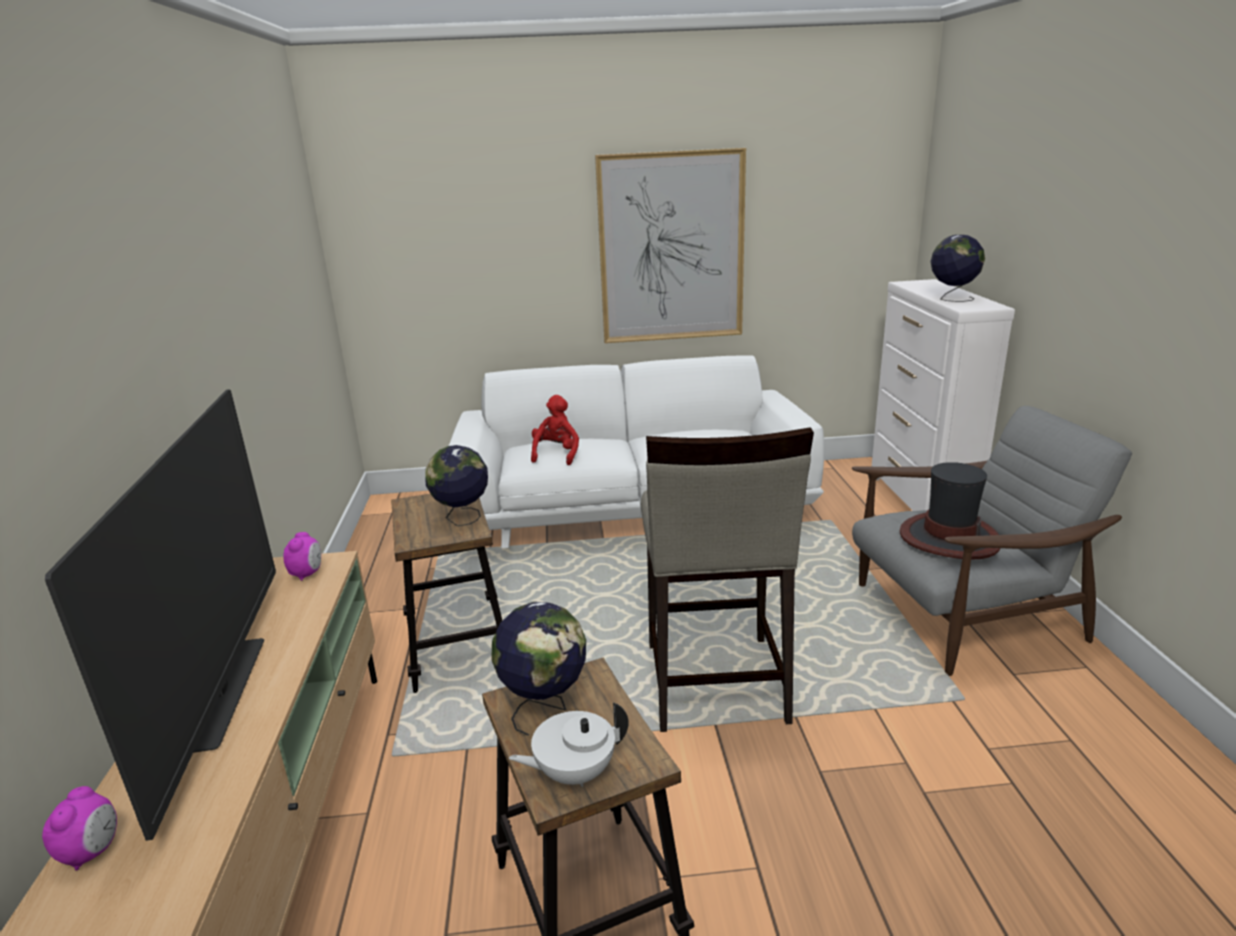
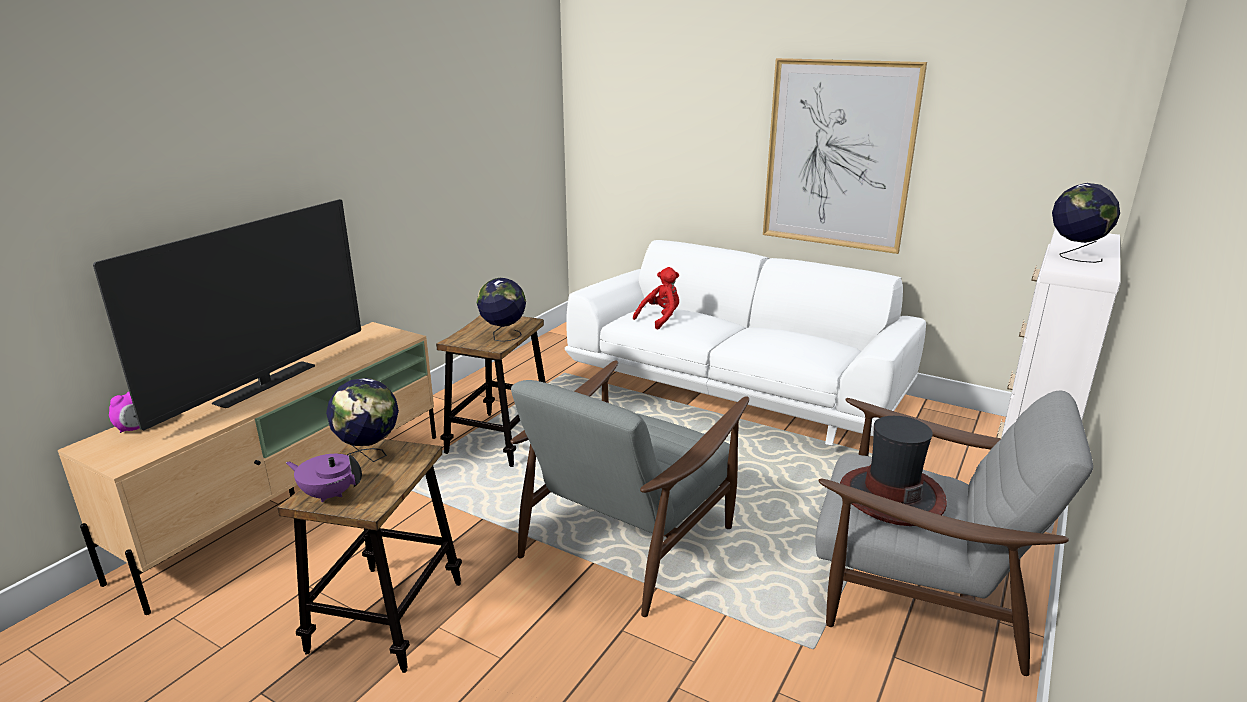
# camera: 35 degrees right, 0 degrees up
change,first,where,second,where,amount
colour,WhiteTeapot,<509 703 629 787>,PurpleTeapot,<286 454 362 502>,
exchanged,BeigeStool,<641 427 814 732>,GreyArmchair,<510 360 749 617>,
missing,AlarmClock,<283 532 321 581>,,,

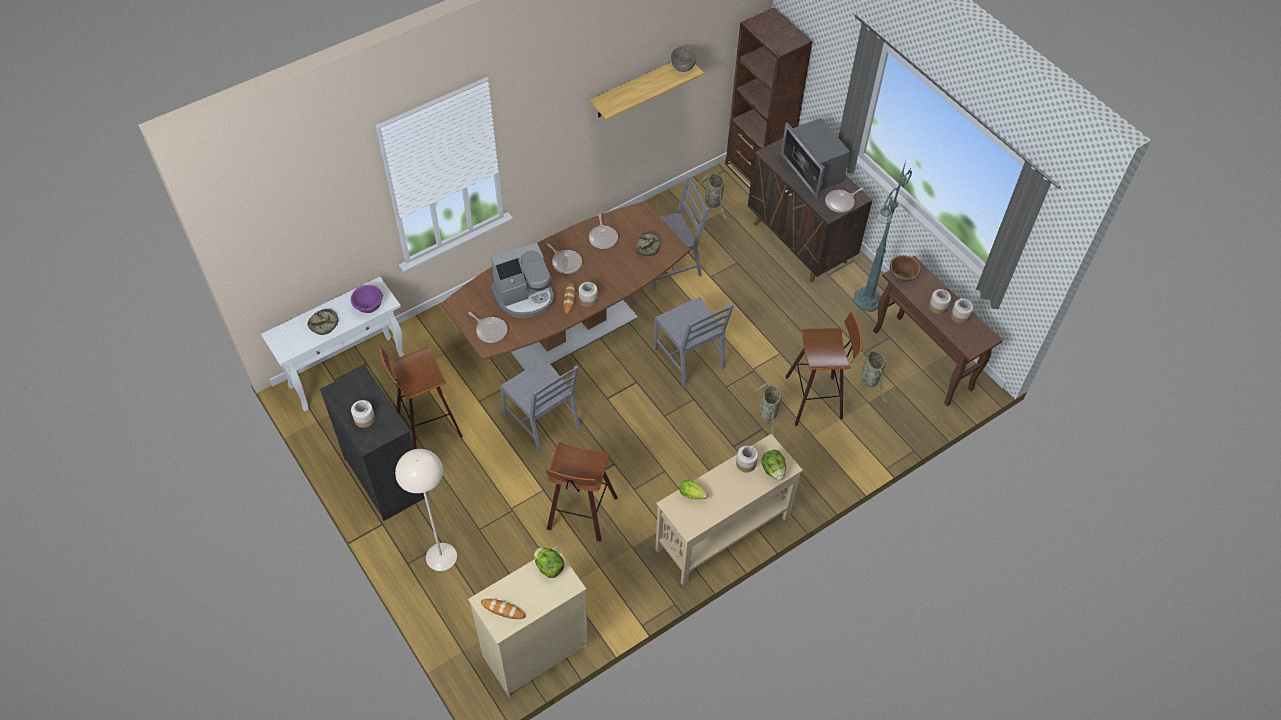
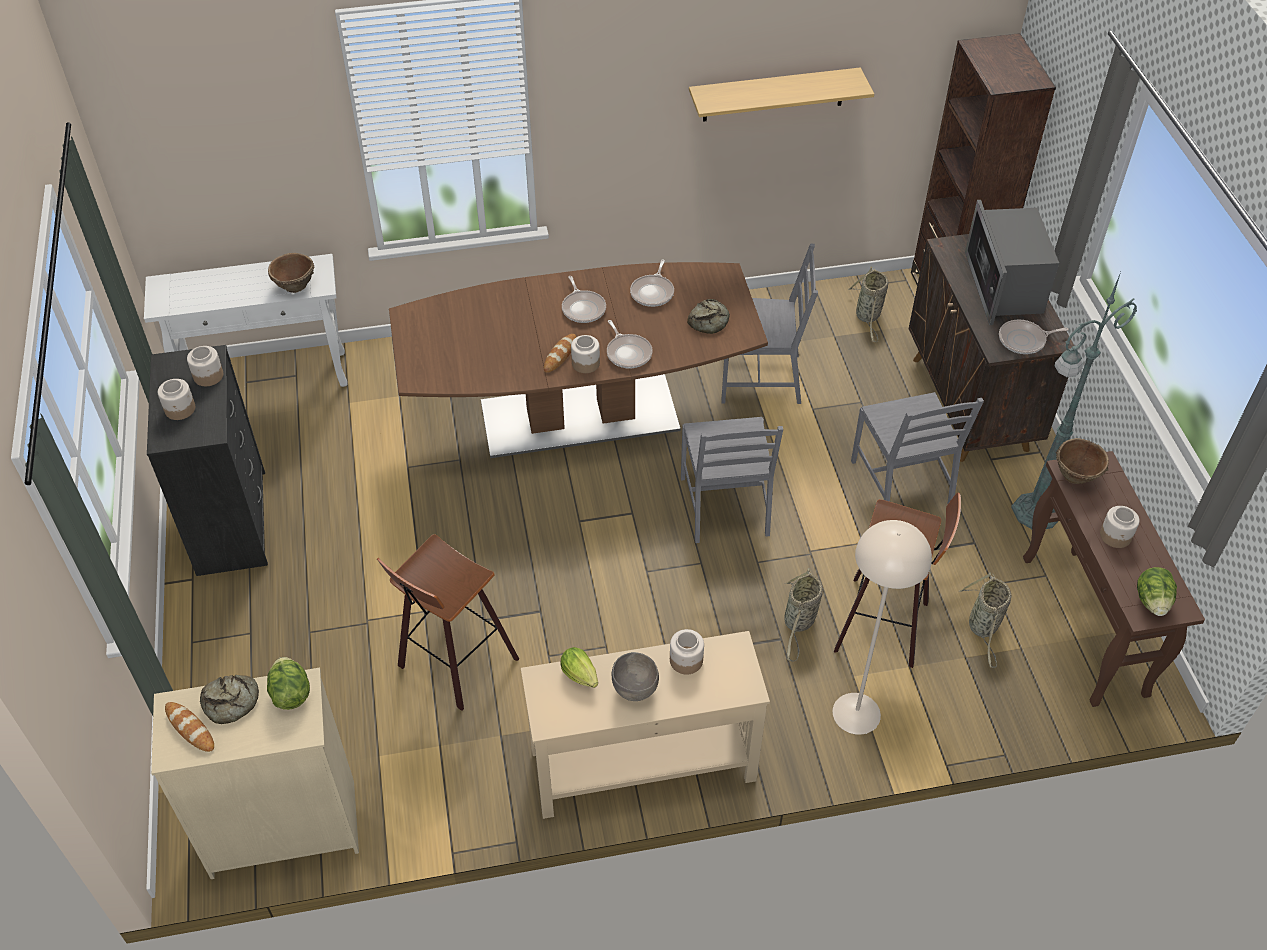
# camera: 25 degrees right, 5 degrees down
change,first,where,second,where,amount
relocated,Jar,<951 299 973 324>,,<187 346 223 386>,
relocated,Bread,<308 309 338 335>,,<200 675 259 724>,
colour,PurpleBowl,<350 285 383 313>,BrownBowl,<268 253 314 293>,
relocated,FryingPan,<468 312 507 343>,,<607 320 652 368>,
relocated,GreyBowl,<671 47 696 72>,,<612 652 659 701>,
relocated,BeigeFloorLamp,<395 449 457 571>,,<833 520 932 735>,
relocated,GreyChair,<500 358 580 454>,,<851 392 984 505>,
relocated,Lettuce,<761 450 786 480>,,<1137 567 1177 616>,
missing,Stool,<380 346 463 449>,,,
missing,CoffeeMachine,<491 243 554 318>,,,

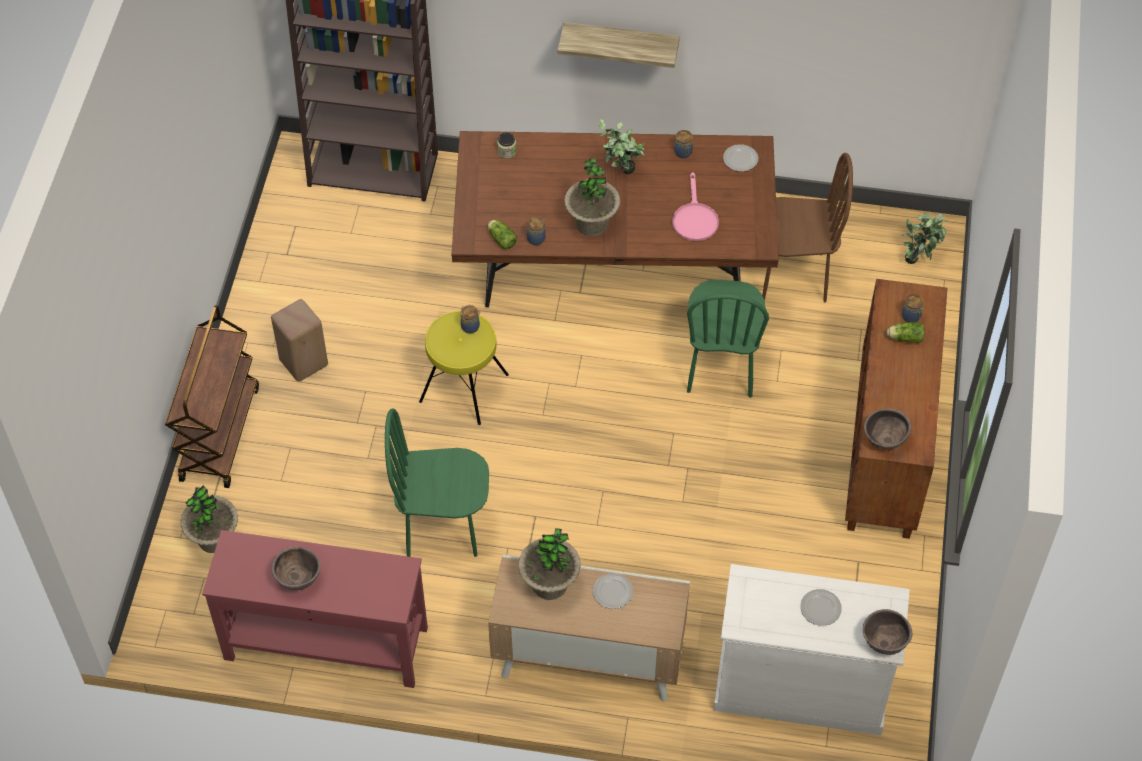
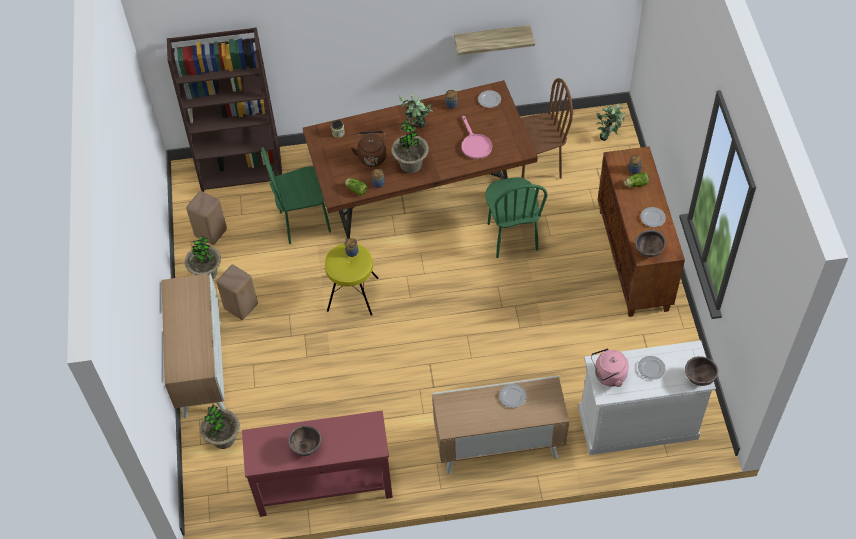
# camera: 15 degrees left, 0 degrees up
change,first,where,second,where,amount
exchanged,BrownCart,<165 306 259 488>,Cabinet,<161 274 226 418>,
relocated,PottedPlant,<518 528 581 600>,,<185 236 221 279>,
appeared,,,BeigeStool,<186 191 227 245>,
relocated,GreenChair,<385 409 489 557>,,<261 147 331 244>,
appeared,,,BrownKettle,<351 131 387 167>,
relocated,Shelf,<558 22 680 68>,,<454 25 535 55>,
appeared,,,PinkKettle,<591 348 629 387>,
appeared,,,Plate,<640 207 666 227>,

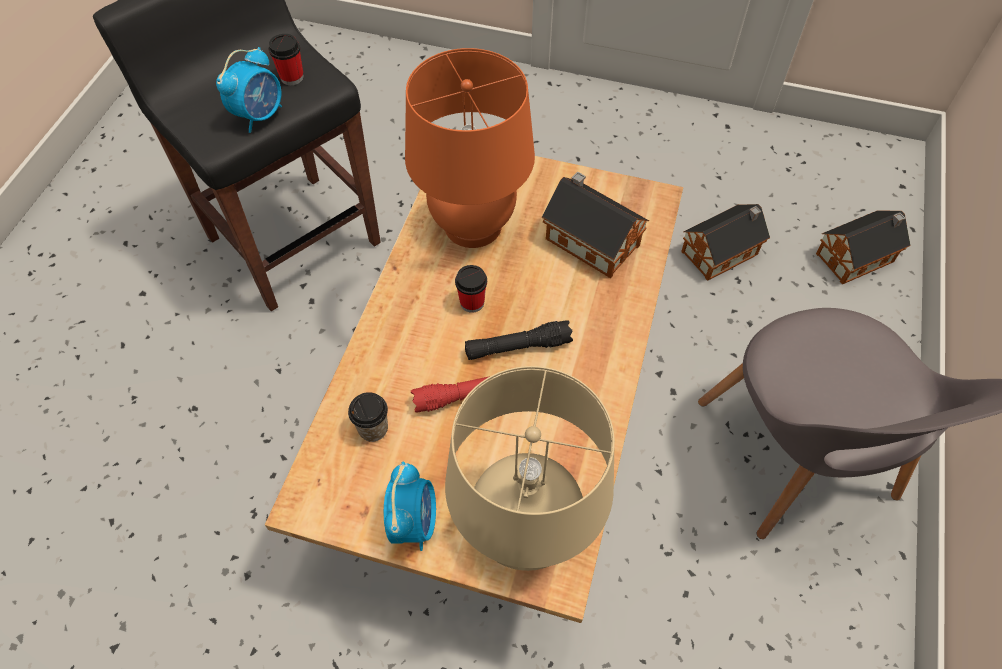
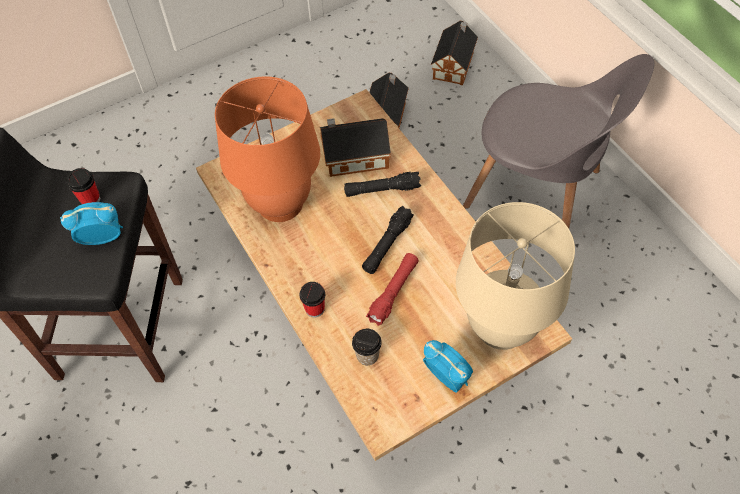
# camera: 45 degrees left, 0 degrees up
change,first,where,second,where,amount
spun,AlarmClock,<216 47 282 133>,,<60 202 123 245>,90 degrees counterclockwise
relocated,Cup,<455 265 487 313>,,<299 282 325 318>,
appeared,,,BlackFlashlight,<344 172 421 197>,

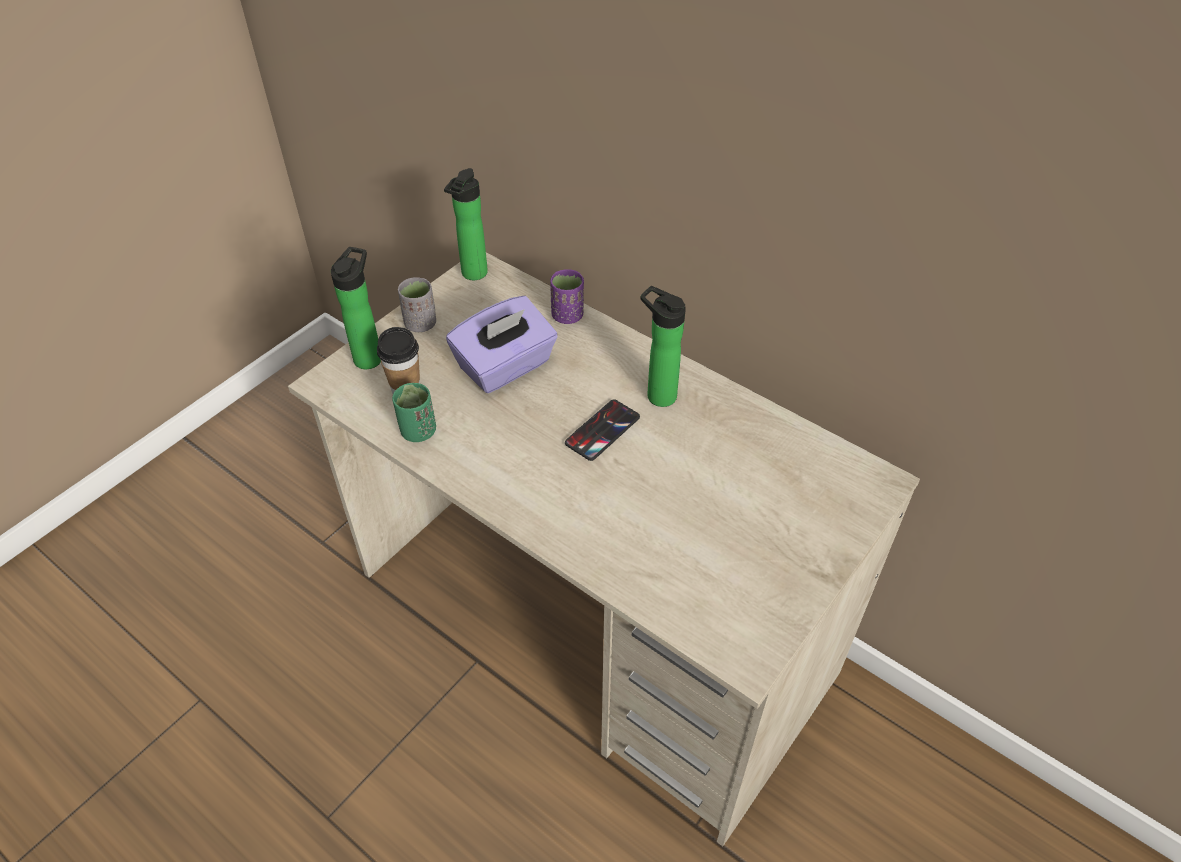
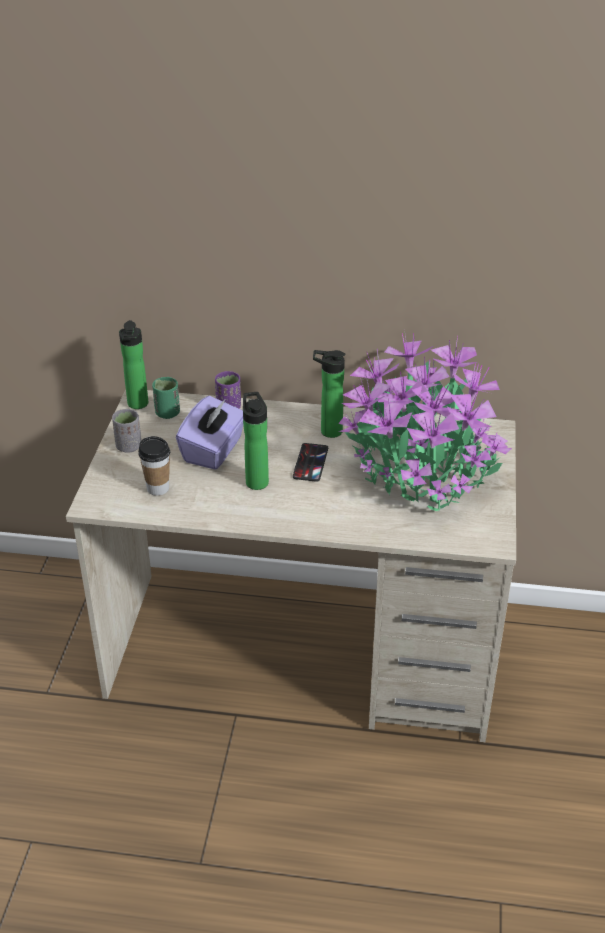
# camera: 30 degrees left, 10 degrees down
change,first,where,second,where,amount
relocated,GreenCup,<392 383 436 442>,,<152 377 180 419>,
relocated,Bottle,<331 247 381 369>,,<243 392 269 490>,
appeared,,,PottedPlant,<338 328 512 511>,

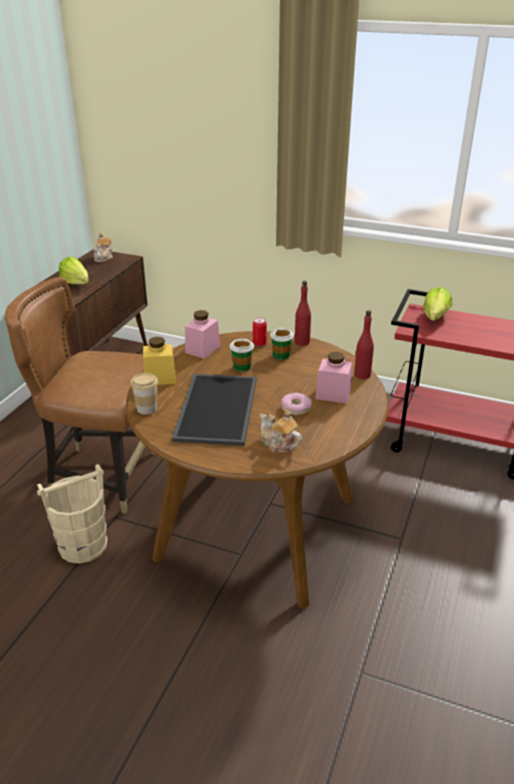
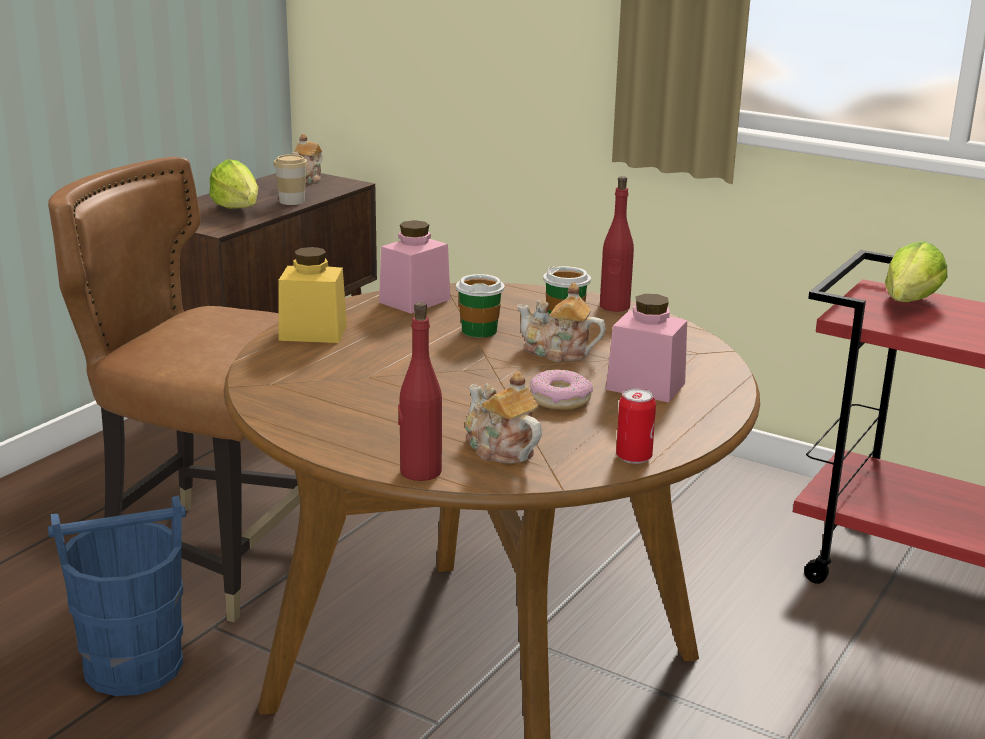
# camera: 10 degrees right, 10 degrees down
change,first,where,second,where,amount
colour,BeigeBucket,<37 464 107 564>,BlueBucket,<48 495 186 696>,
relocated,Cup,<131 373 158 415>,,<273 154 308 205>,
relocated,RedBottle,<354 310 374 379>,,<398 302 442 481>,
appeared,,,Teapot,<517 282 606 362>,
relocated,Can,<253 318 267 346>,,<616 388 656 464>,
missing,Tray,<172 374 257 446>,,,

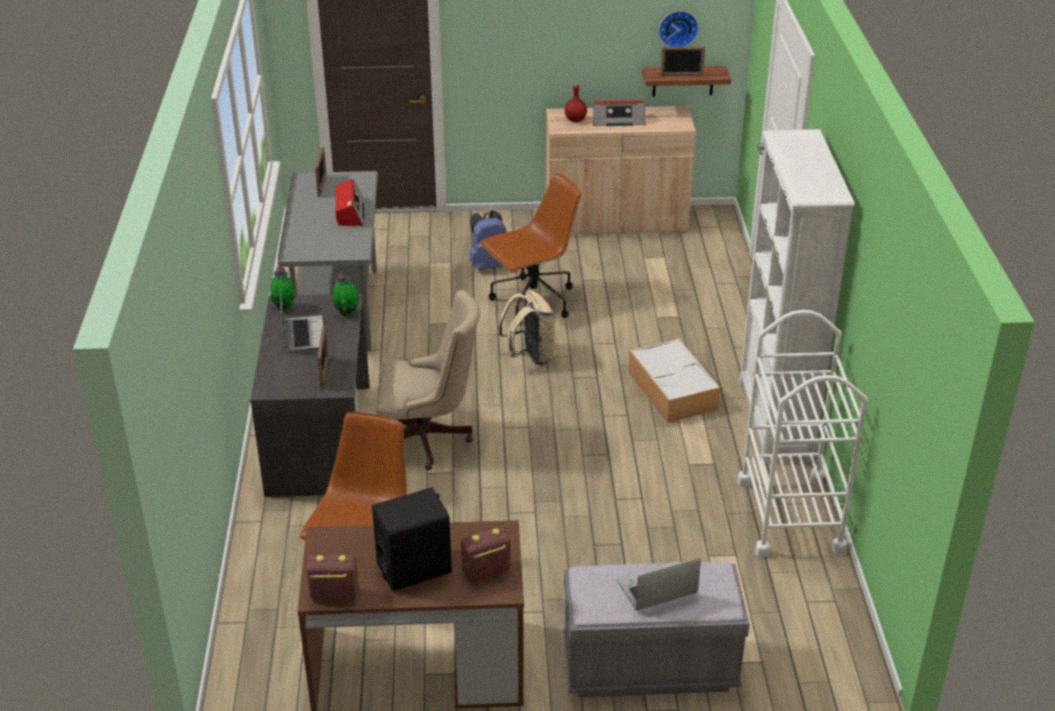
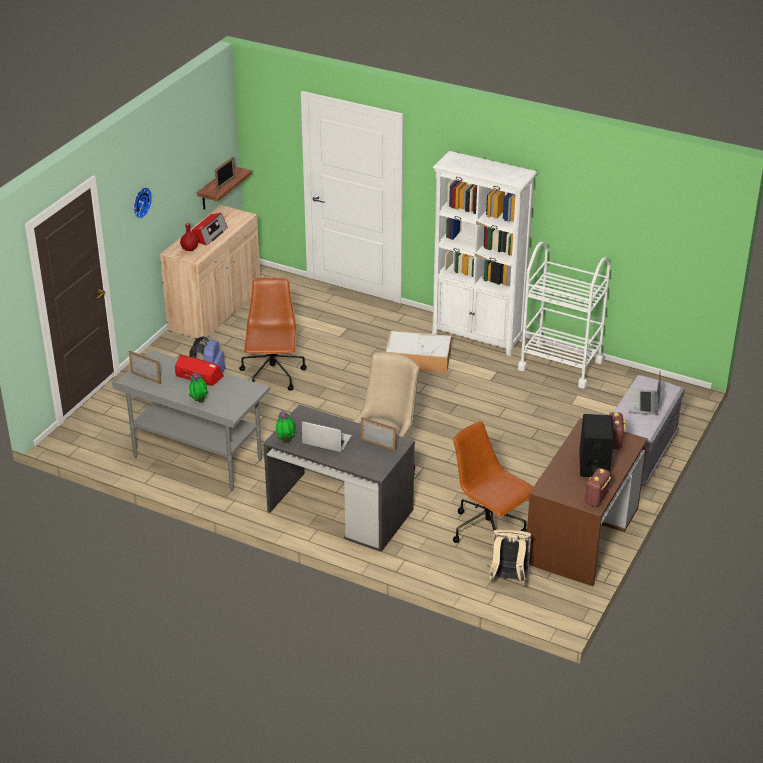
# camera: 60 degrees left, 0 degrees up
change,first,where,second,where,amount
relocated,WallClock,<659 11 699 47>,,<133 187 152 219>,
relocated,PottedPlant,<333 272 360 316>,,<189 372 208 403>,
relocated,BeigeBackpack,<498 290 556 365>,,<487 529 532 585>,

